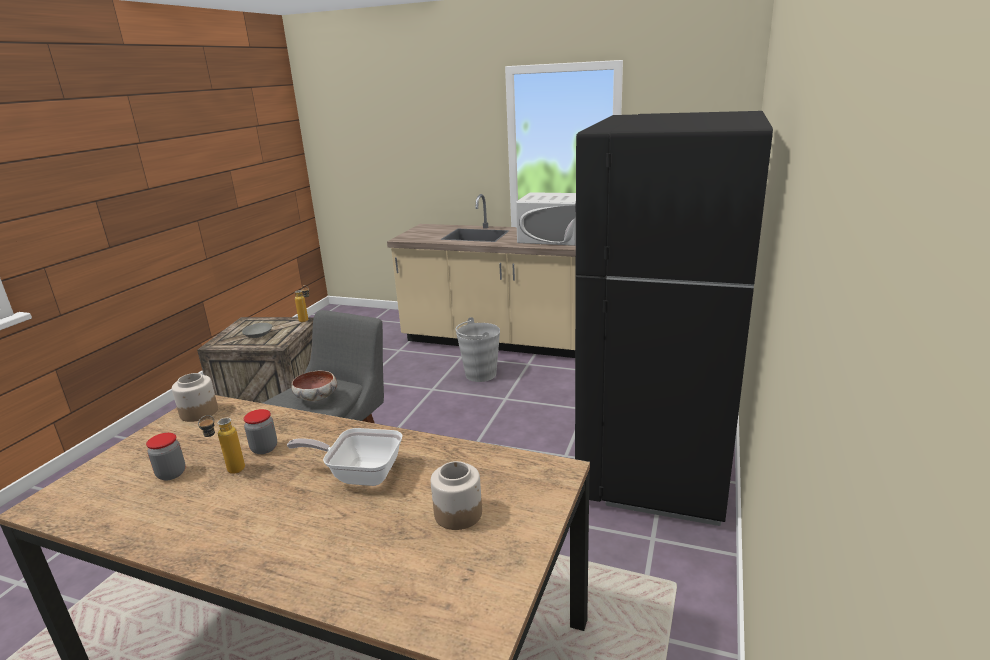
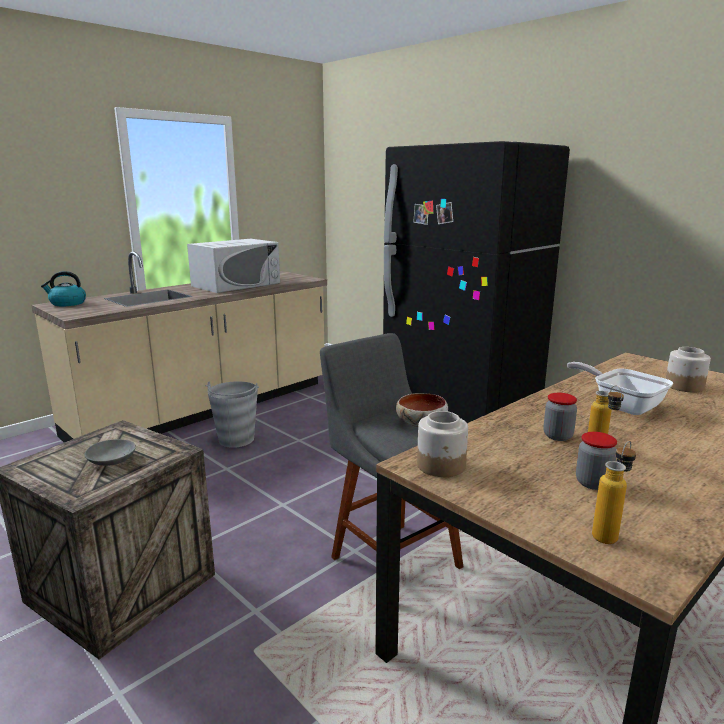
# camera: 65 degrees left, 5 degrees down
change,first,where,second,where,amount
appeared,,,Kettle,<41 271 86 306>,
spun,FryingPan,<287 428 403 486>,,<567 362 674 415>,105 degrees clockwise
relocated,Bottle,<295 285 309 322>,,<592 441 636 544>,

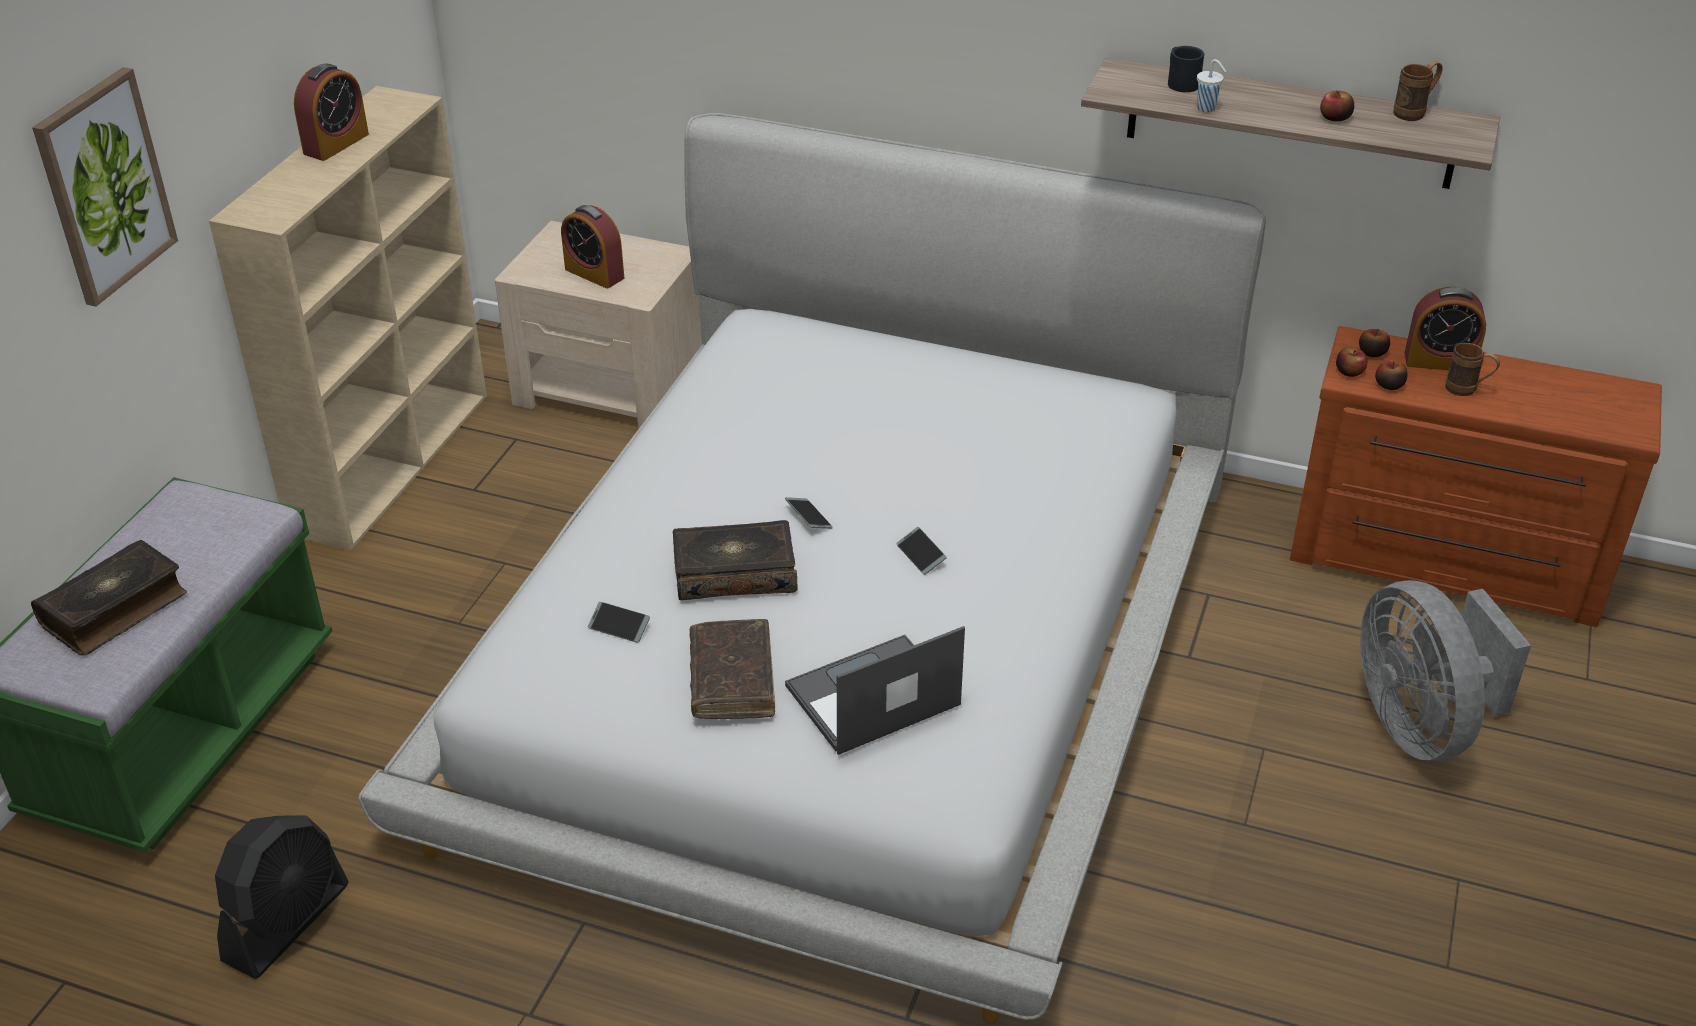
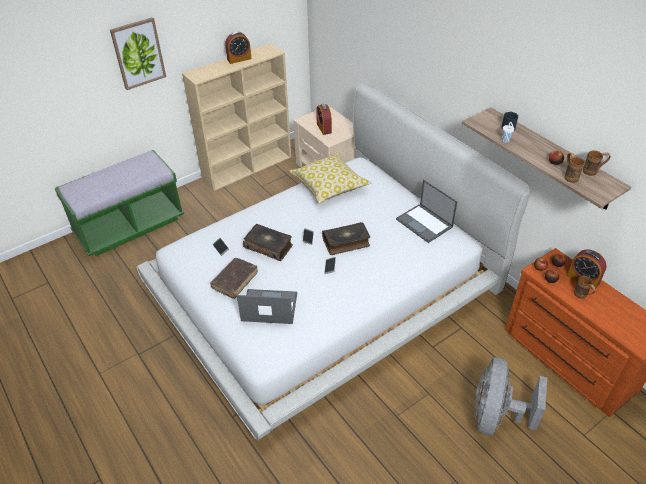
# camera: 35 degrees right, 5 degrees up
change,first,where,second,where,amount
appeared,,,Pillow,<289 152 371 204>,
relocated,Book,<31 540 187 656>,,<322 222 370 255>,
appeared,,,Laptop,<396 179 457 243>,
appeared,,,BrownMug,<564 153 584 183>,
missing,BlackFan,<215 815 349 979>,,,

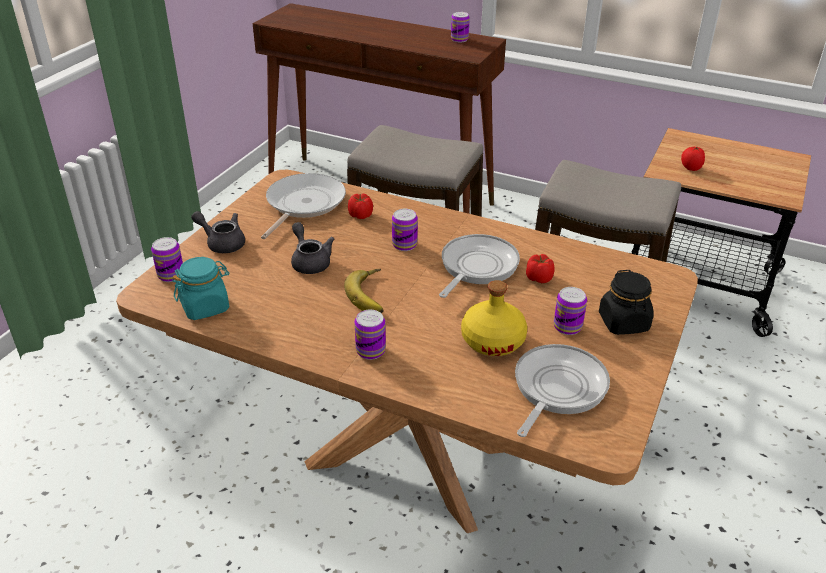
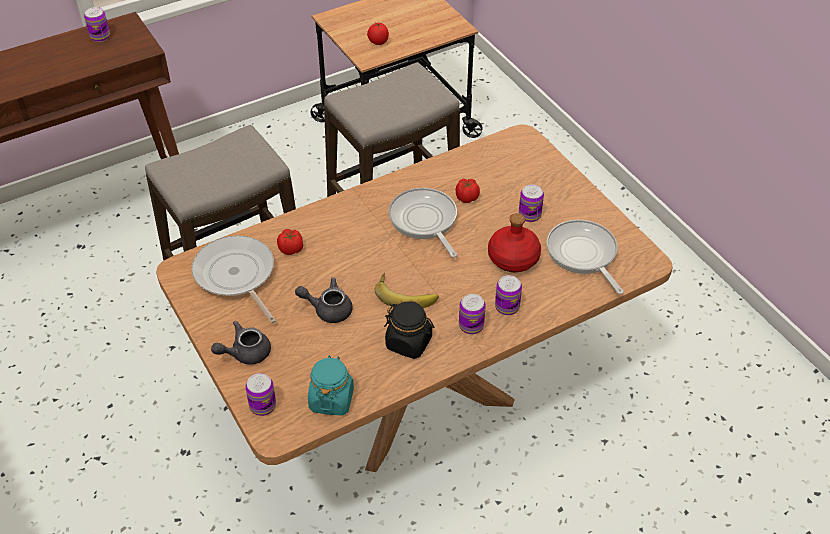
# camera: 55 degrees left, 10 degrees up
change,first,where,second,where,amount
relocated,BlackJar,<599 270 654 335>,,<384 301 434 359>,
colour,YellowBottle,<461 280 527 356>,RedBottle,<488 213 541 272>,
relocated,Can,<392 209 418 251>,,<495 275 522 315>,

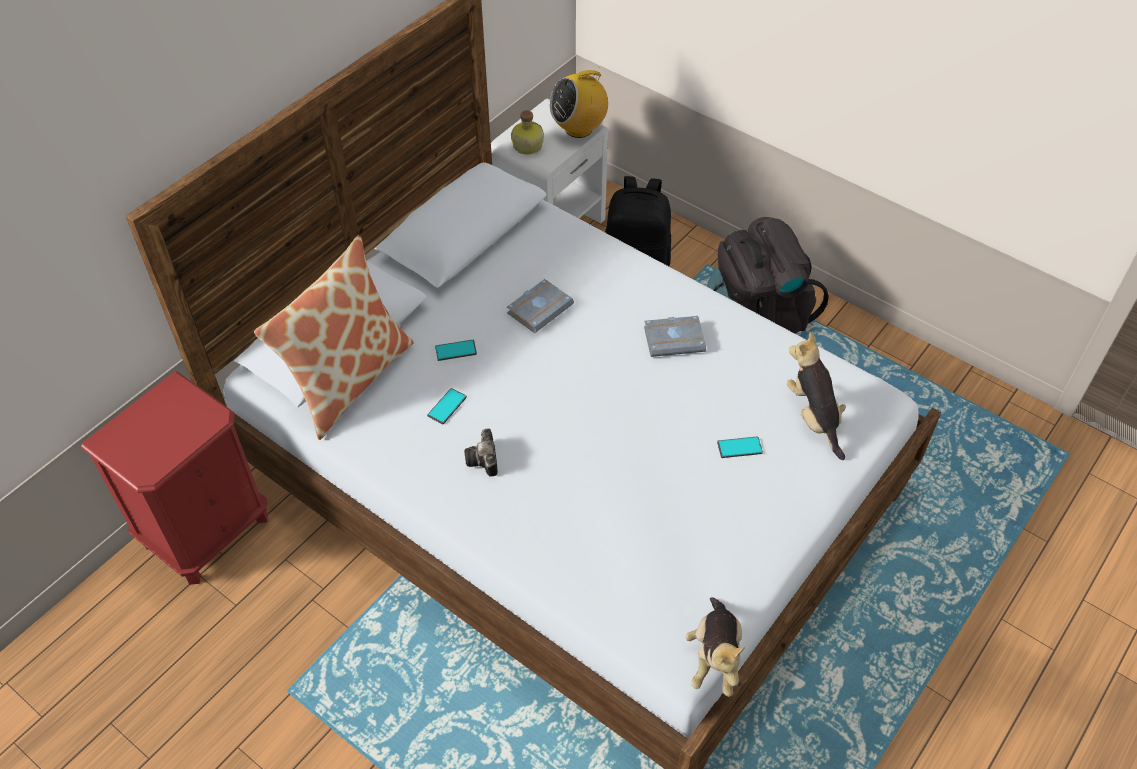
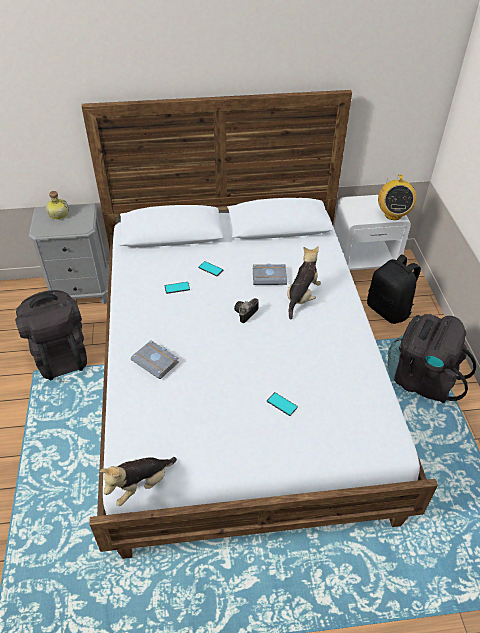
# camera: 45 degrees right, 5 degrees down
change,first,where,second,where,amount
appeared,,,BlackBackpack,<15 290 87 380>,
colour,RedNightstand,<81 371 268 585>,GreyNightstand,<29 203 109 304>,
relocated,Bottle,<511 110 544 154>,,<46 191 69 220>,
relocated,GreyBook,<644 316 706 357>,,<131 340 179 379>,
relocated,PhotoCamera,<464 428 498 476>,,<234 298 259 323>,
relocated,PlushToy,<787 332 846 460>,,<287 246 321 320>,
spun,Radio,<550 67 608 138>,,<378 174 417 220>,105 degrees counterclockwise
missing,Pillow,<254 235 414 440>,,,

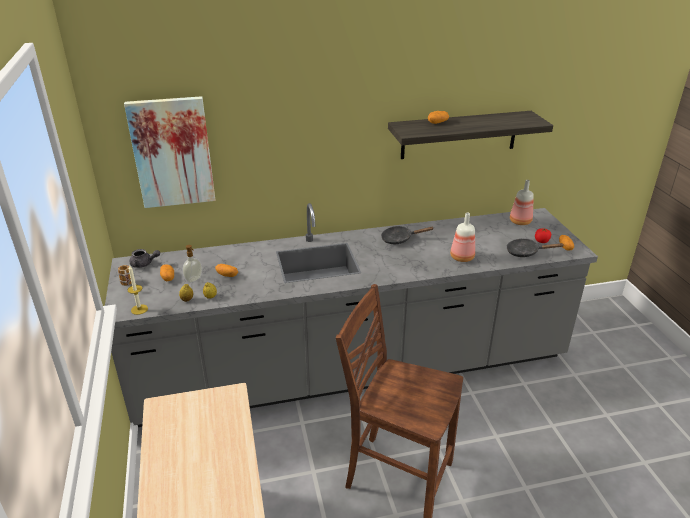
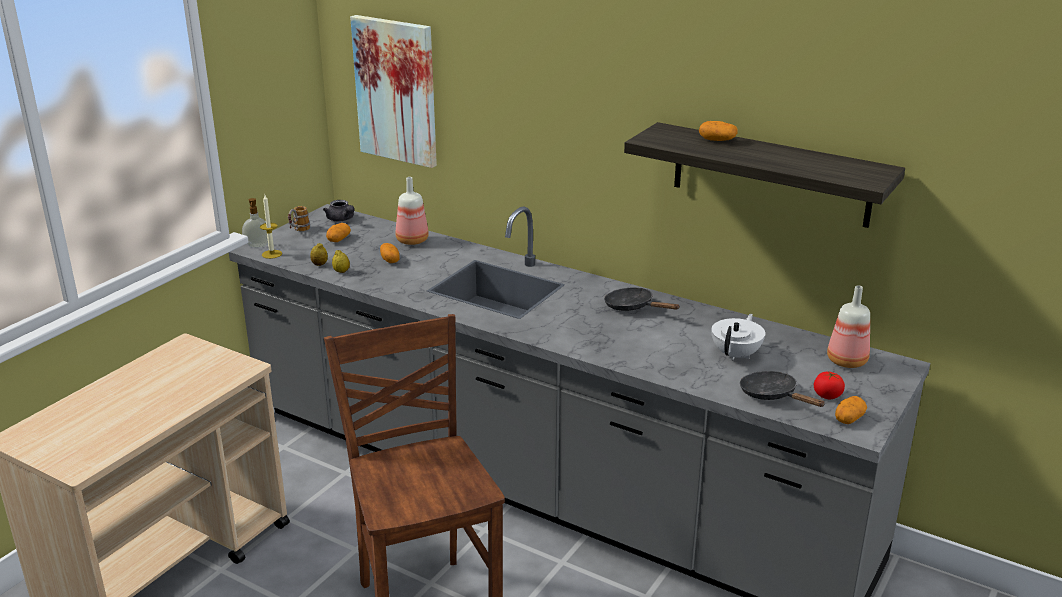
# camera: 45 degrees right, 5 degrees down
change,first,where,second,where,amount
relocated,SoapDispenser,<182 245 202 282>,,<242 198 268 248>,
relocated,Bottle,<450 213 475 262>,,<396 177 429 245>,
appeared,,,WhiteTeapot,<712 314 765 361>,

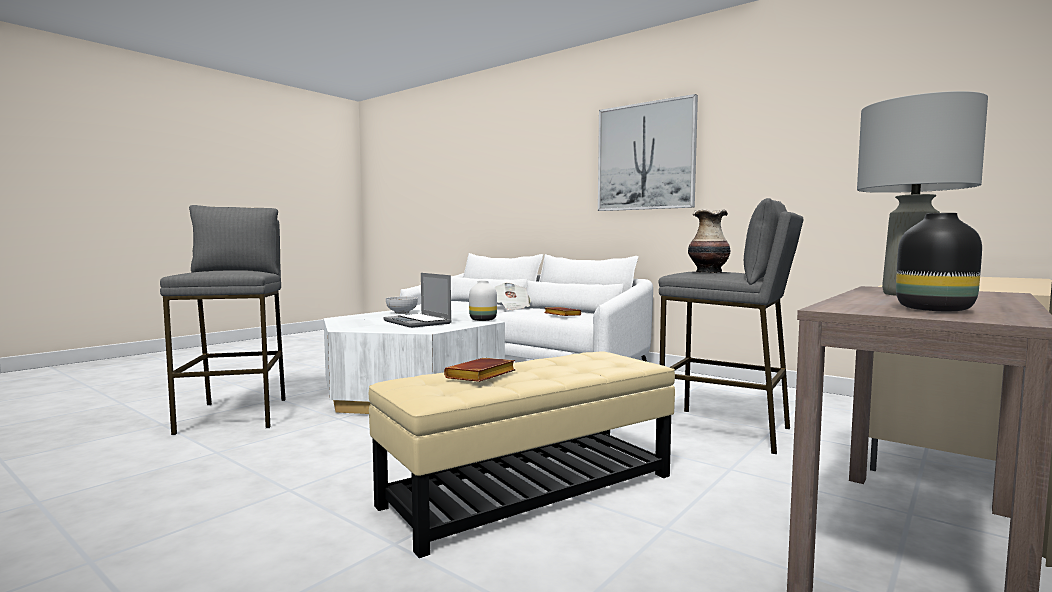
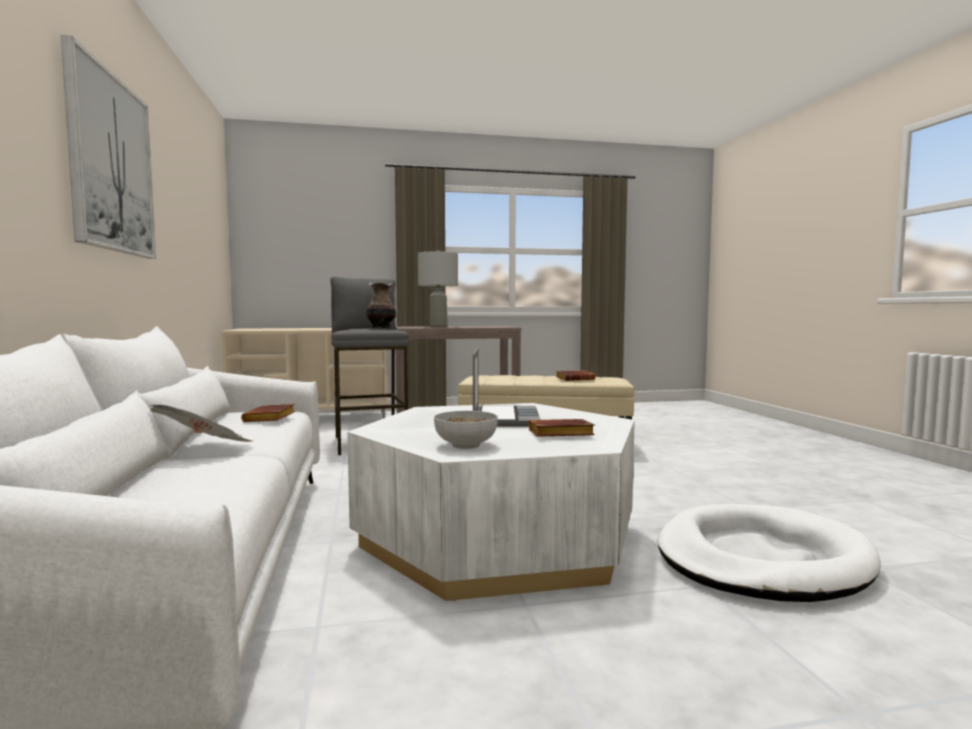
# camera: 140 degrees left, 0 degrees up
change,first,where,second,where,amount
appeared,,,BrownBook,<529 419 595 437>,
exchanged,GreyStool,<160 205 286 435>,WhiteDogBed,<658 504 881 602>,
missing,WhiteVase,<469 281 497 321>,,,
missing,BlackVase,<896 213 982 311>,,,

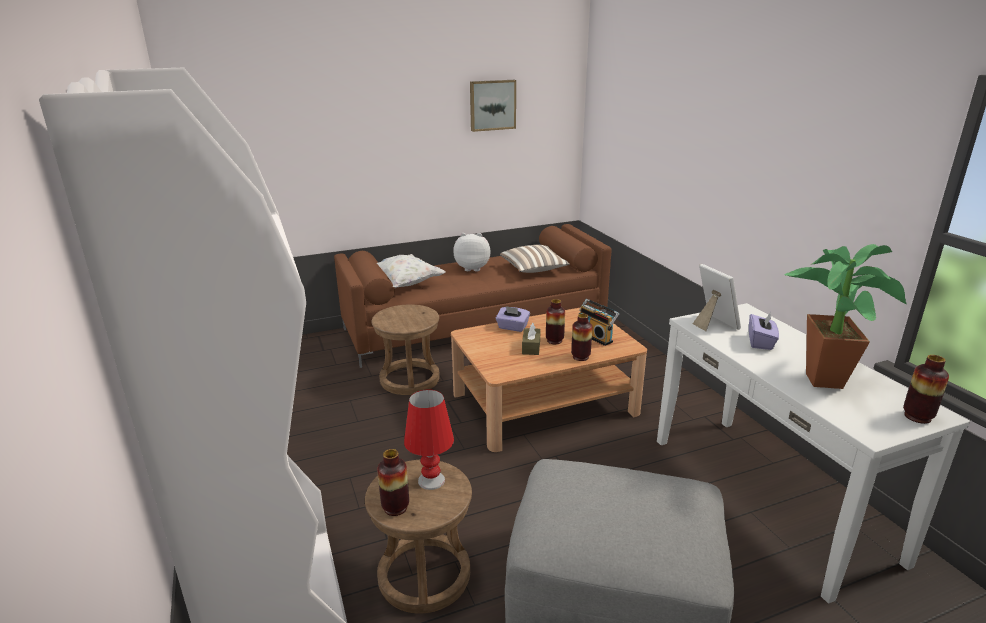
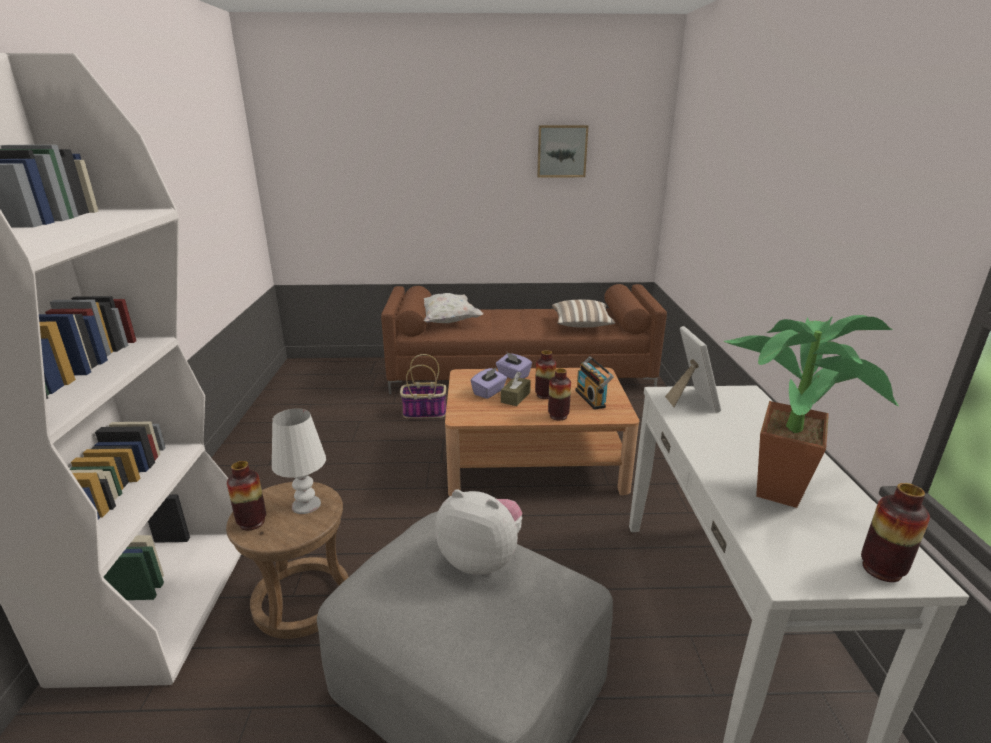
# camera: 20 degrees right, 0 degrees up
change,first,where,second,where,amount
colour,RedTableLamp,<404 389 454 490>,WhiteTableLamp,<272 408 326 514>,
exchanged,BrownStool,<372 304 440 395>,Basket,<400 354 447 419>,
relocated,PlushToy,<453 233 491 271>,,<435 489 522 575>,
relocated,PurpleTissueBox,<749 313 779 350>,,<471 367 507 399>,

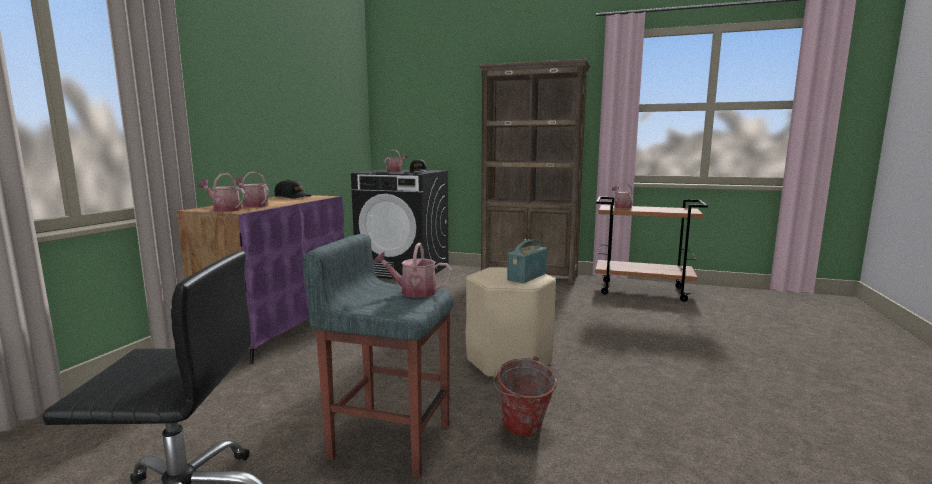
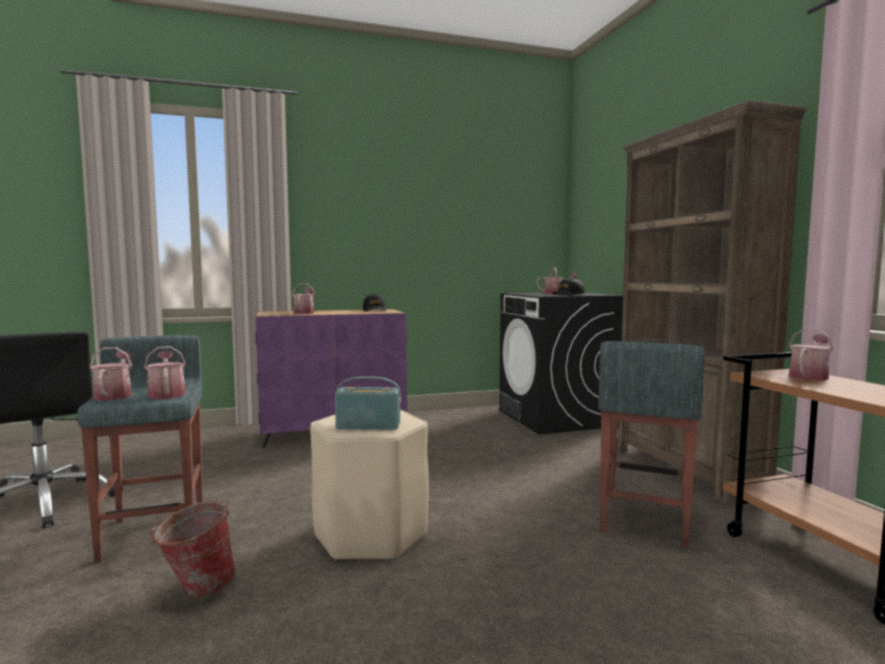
# camera: 55 degrees right, 5 degrees down
change,first,where,second,where,amount
relocated,WateringCan,<198 173 246 212>,,<89 347 132 401>,
appeared,,,GreyStool,<598 341 705 547>,

